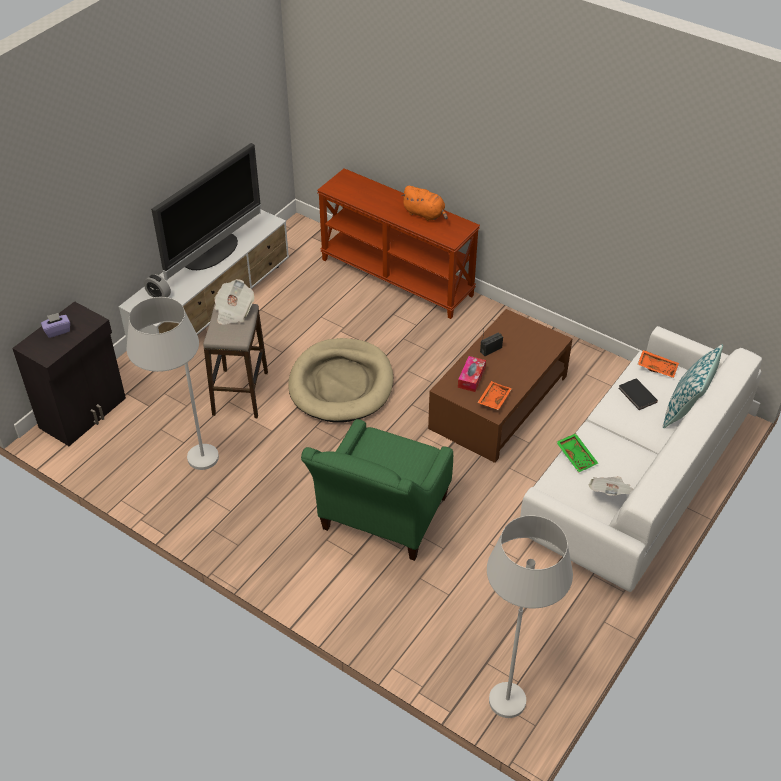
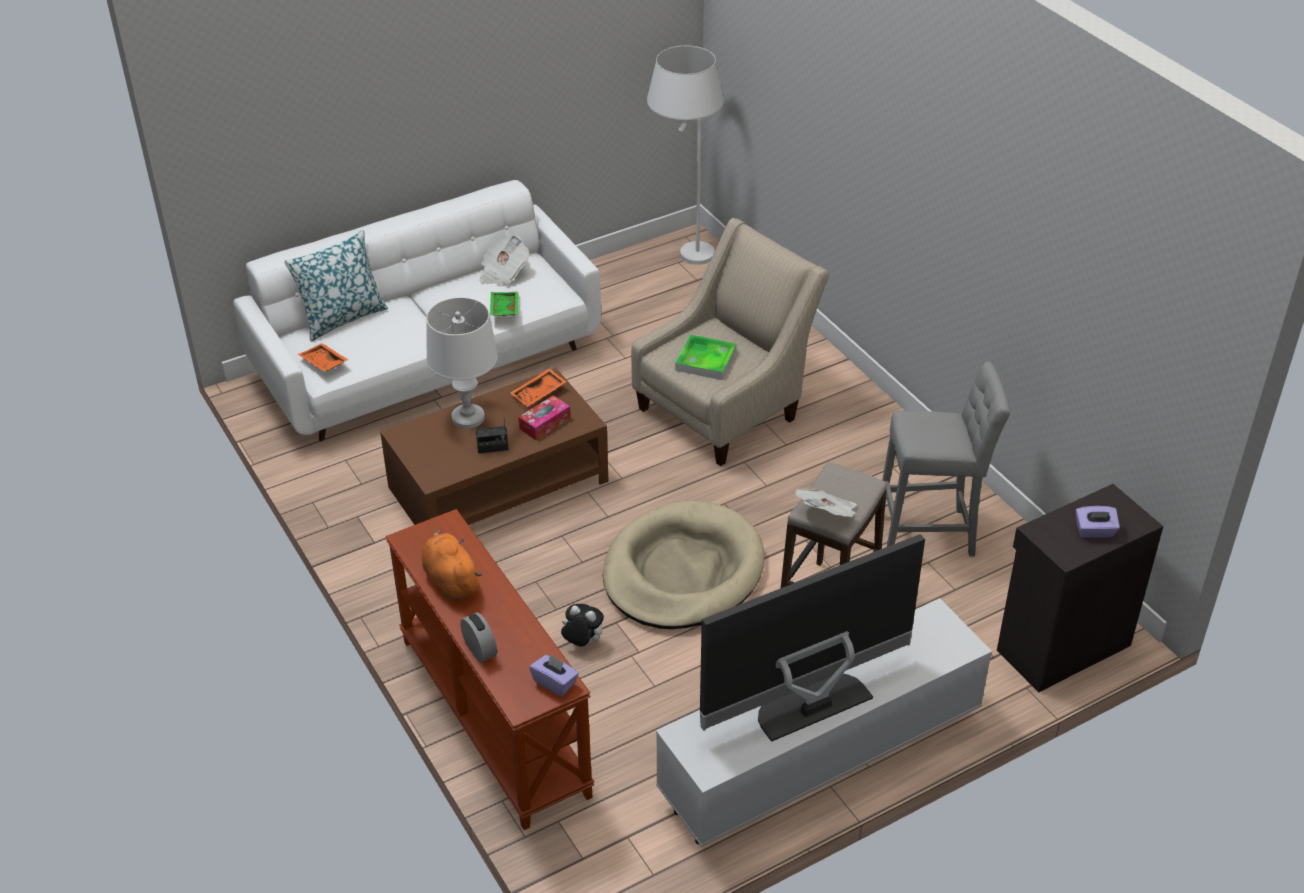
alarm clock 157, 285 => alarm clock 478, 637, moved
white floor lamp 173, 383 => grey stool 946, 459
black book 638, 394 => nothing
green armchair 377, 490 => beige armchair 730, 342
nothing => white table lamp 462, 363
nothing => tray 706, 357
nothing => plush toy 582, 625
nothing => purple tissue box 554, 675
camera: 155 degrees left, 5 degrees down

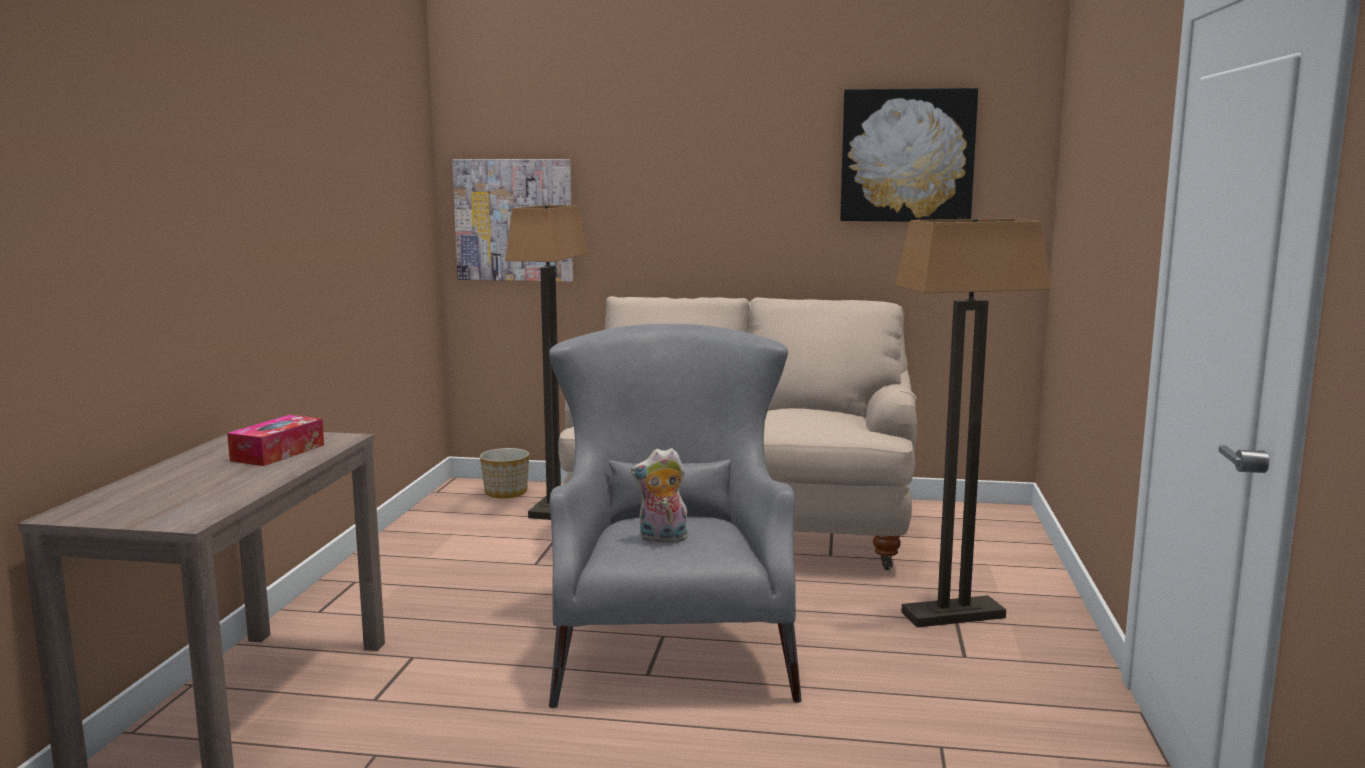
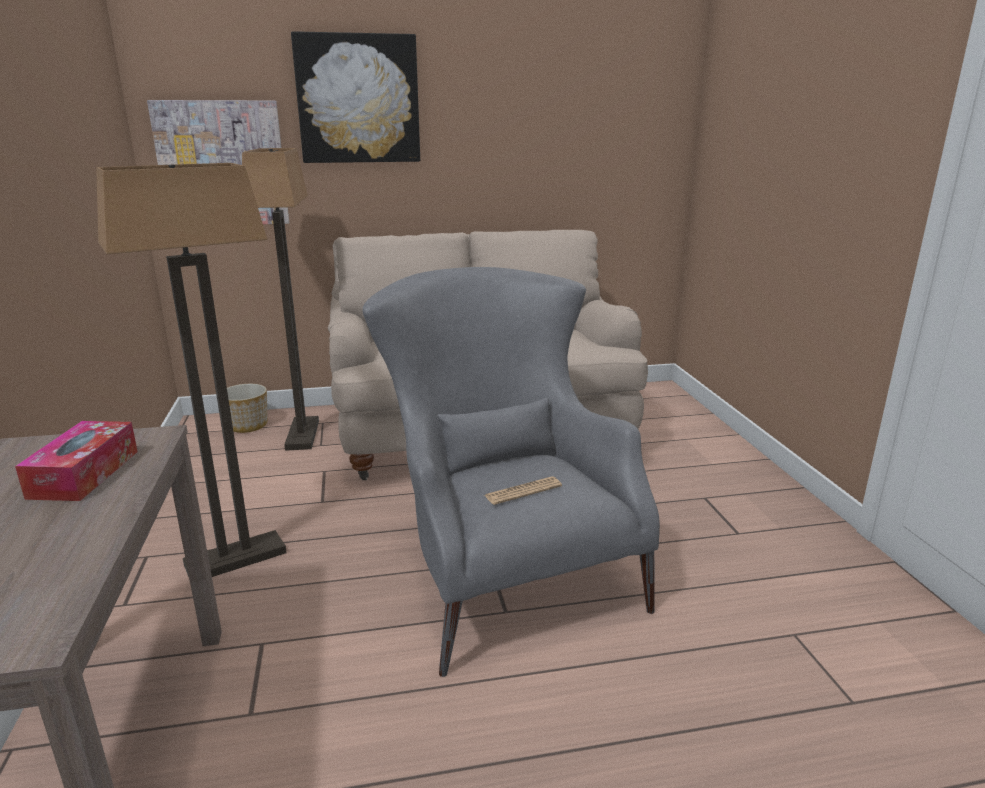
picture 909, 155 => picture 355, 97, moved
floor lamp 973, 423 => floor lamp 192, 370, moved
plush toy 660, 495 => newspaper 523, 490
camera: 20 degrees left, 10 degrees up

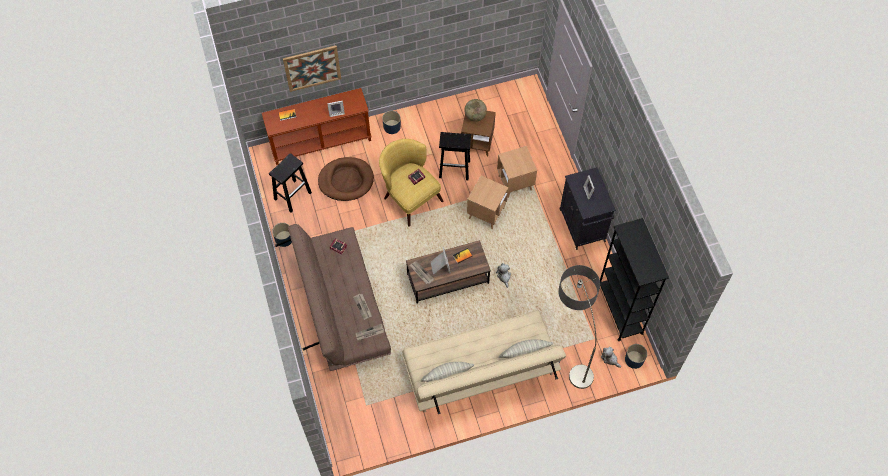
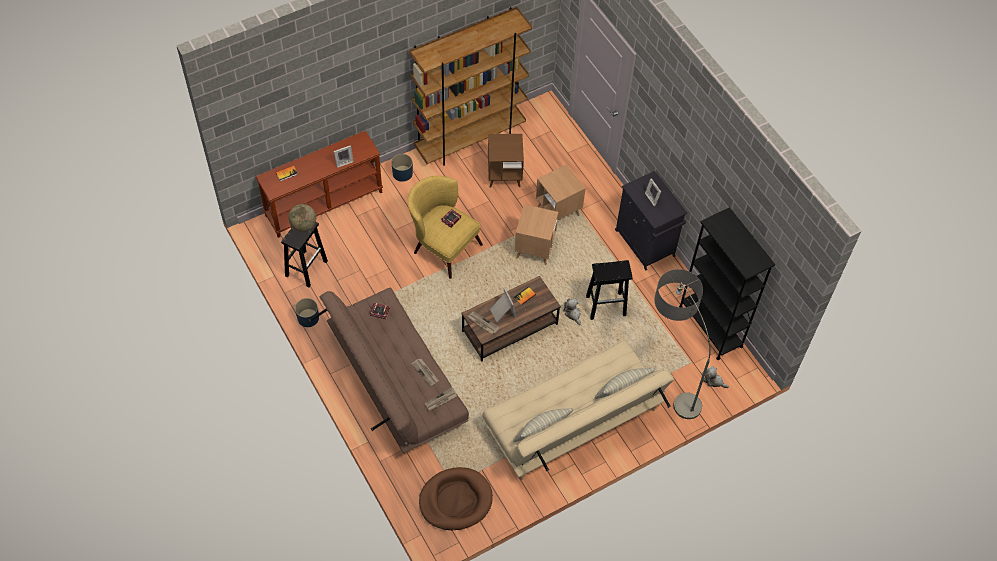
picture 312, 68 => nothing
globe 475, 110 => globe 302, 218, moved
black stool 455, 156 => black stool 609, 290, moved
brown dog bed 346, 179 => brown dog bed 456, 498, moved
blue planter 636, 356 => nothing
nothing => brown bookcase 470, 86
camera: 15 degrees left, 5 degrees down

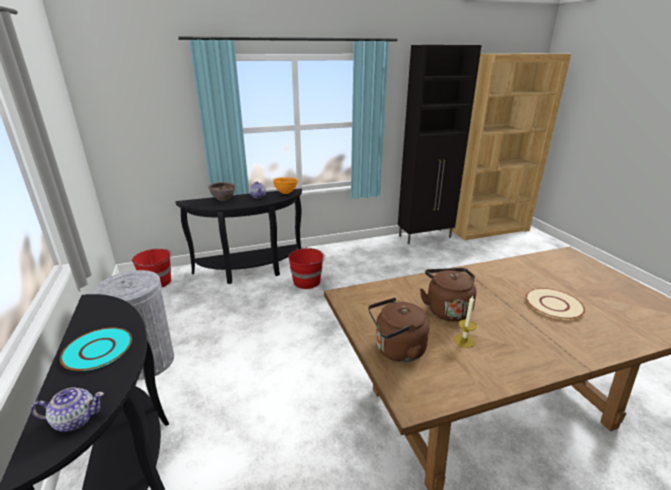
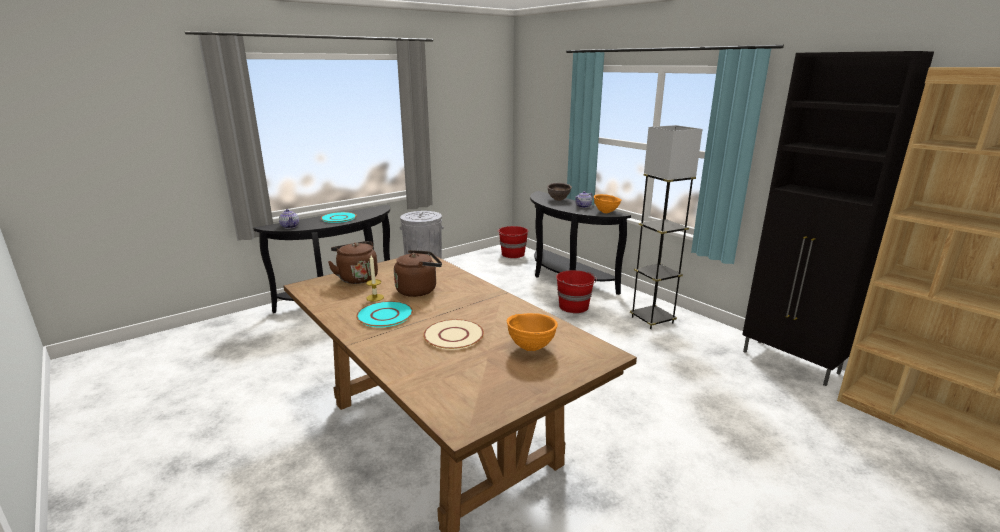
nothing => grey floor lamp 666, 227
nothing => turquoise plate 384, 314
nothing => orange bowl 532, 332
camera: 70 degrees right, 5 degrees down

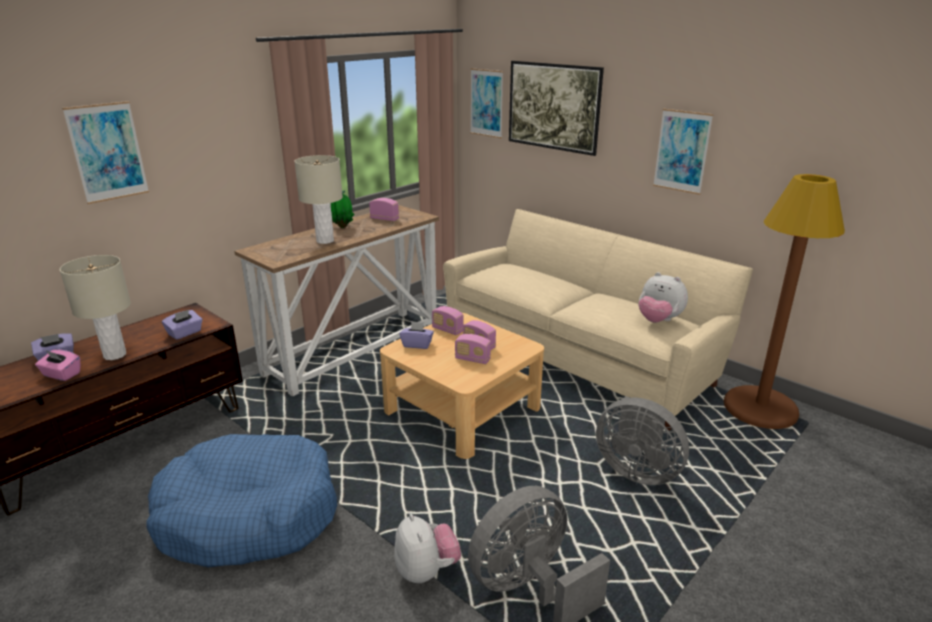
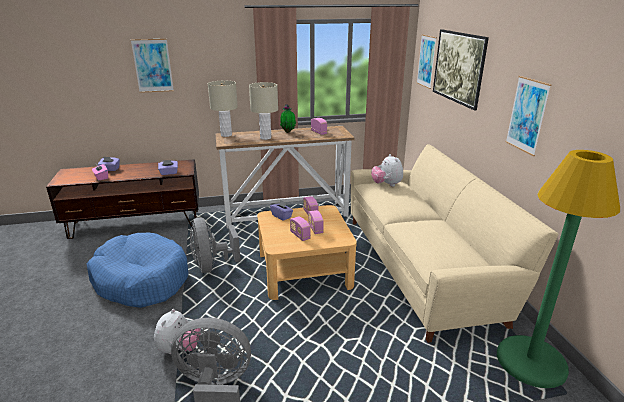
brown floor lamp 784, 301 => green floor lamp 558, 269
beige table lamp 95, 307 => beige table lamp 223, 109, moved
plush toy 663, 297 => plush toy 387, 170, moved
grey fan 642, 440 => grey fan 215, 245, moved
camera: 35 degrees right, 0 degrees up

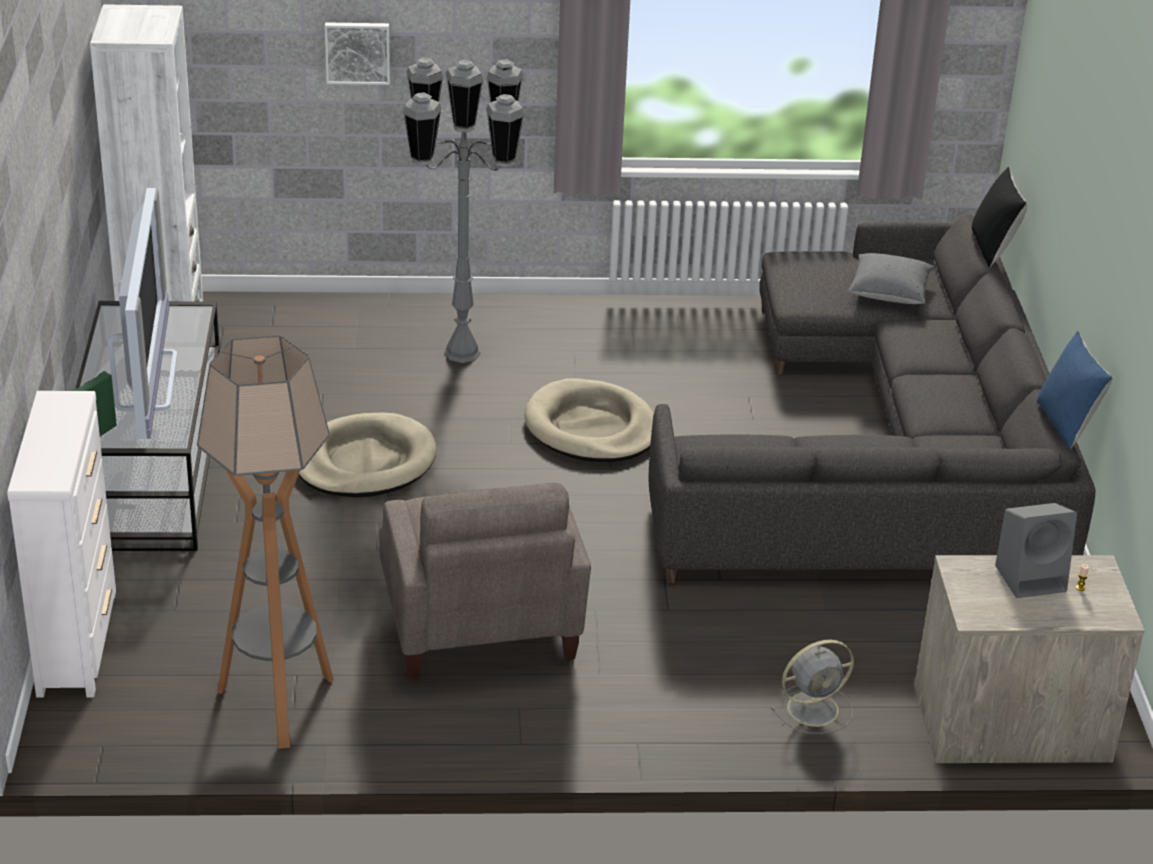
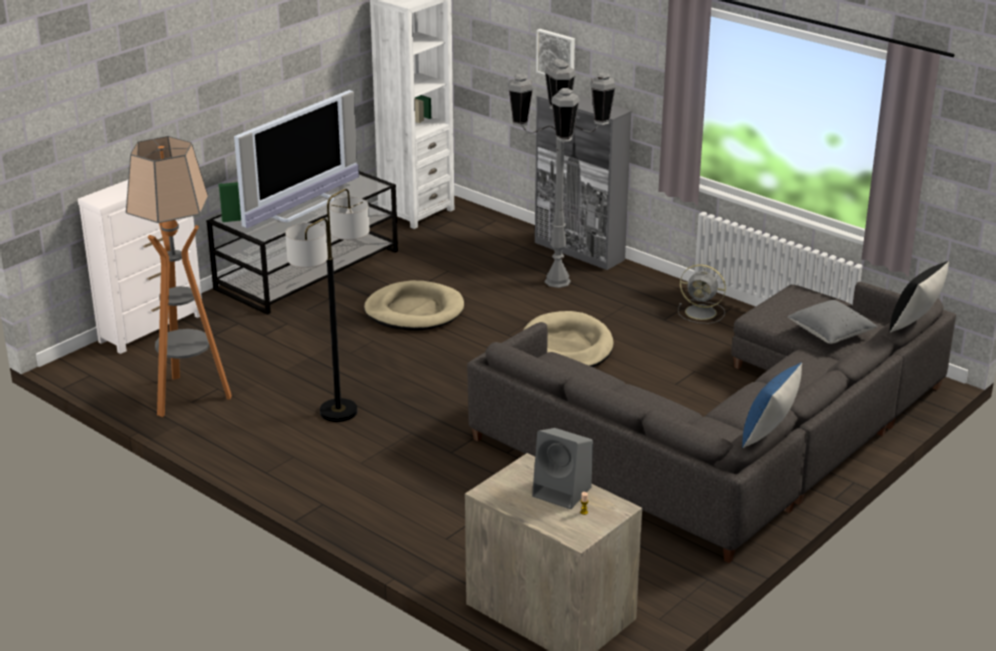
beige armchair 485, 581 => floor lamp 327, 305
grey fan 812, 687 => grey fan 702, 294, moved
nothing => grey cabinet 583, 180
camera: 45 degrees right, 5 degrees down

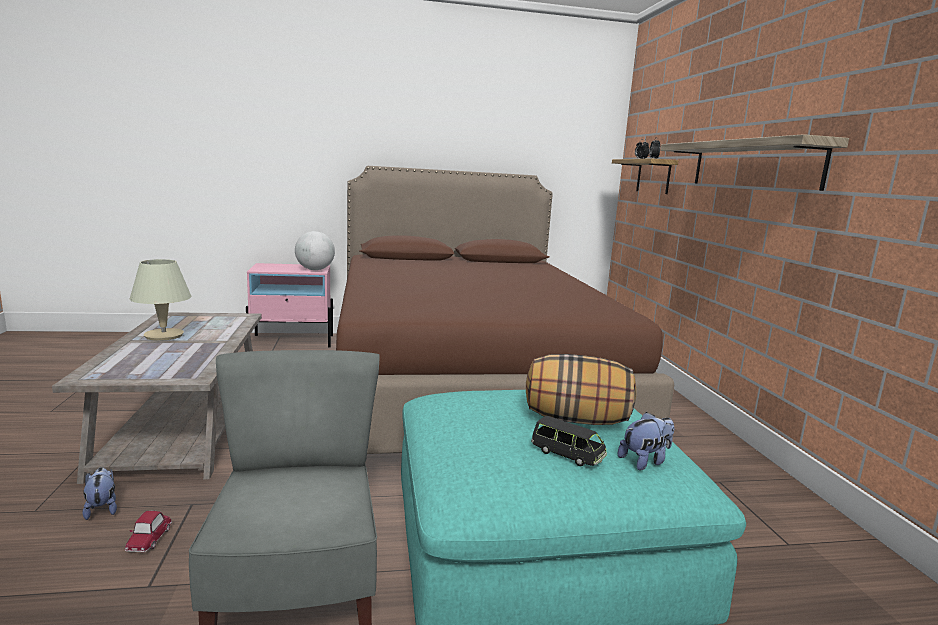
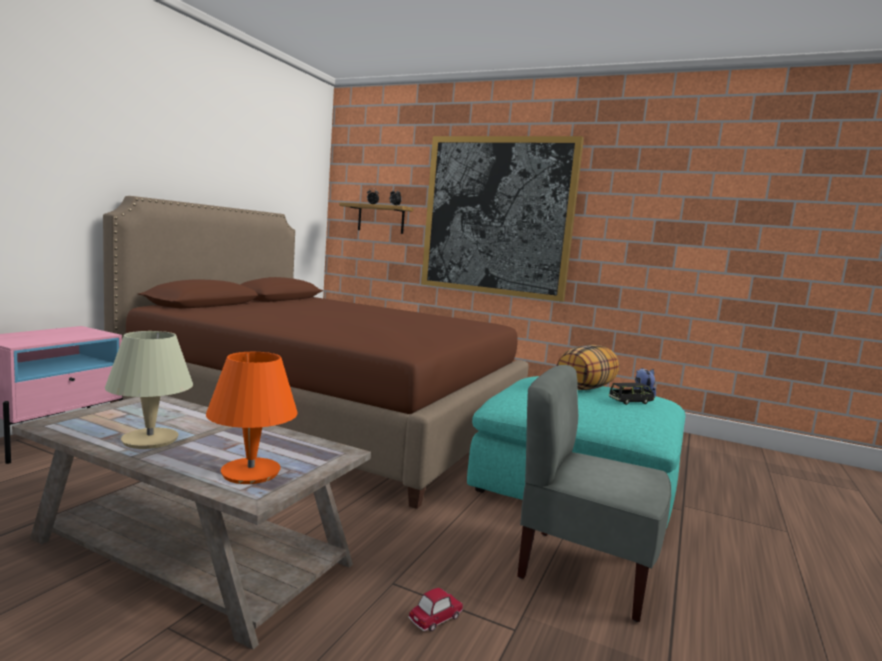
shelf 755, 162 => picture 502, 219
globe 315, 250 => nothing
plush toy 99, 493 => nothing
toy car 148, 531 => toy car 435, 610, 75 degrees counterclockwise
nothing => orange table lamp 252, 418
camera: 55 degrees left, 5 degrees down

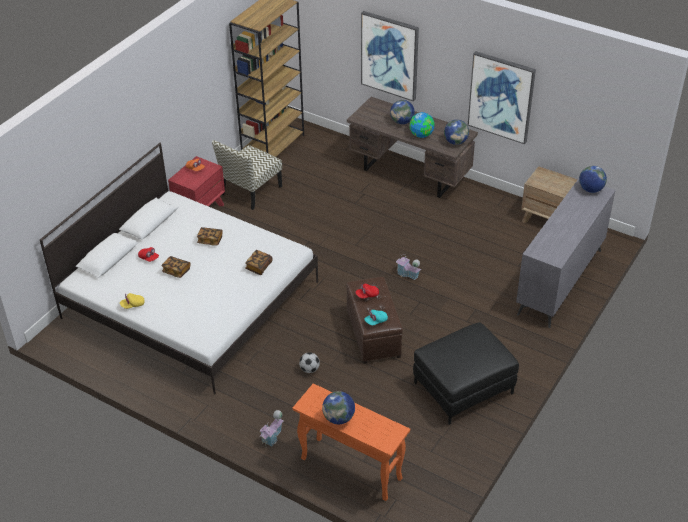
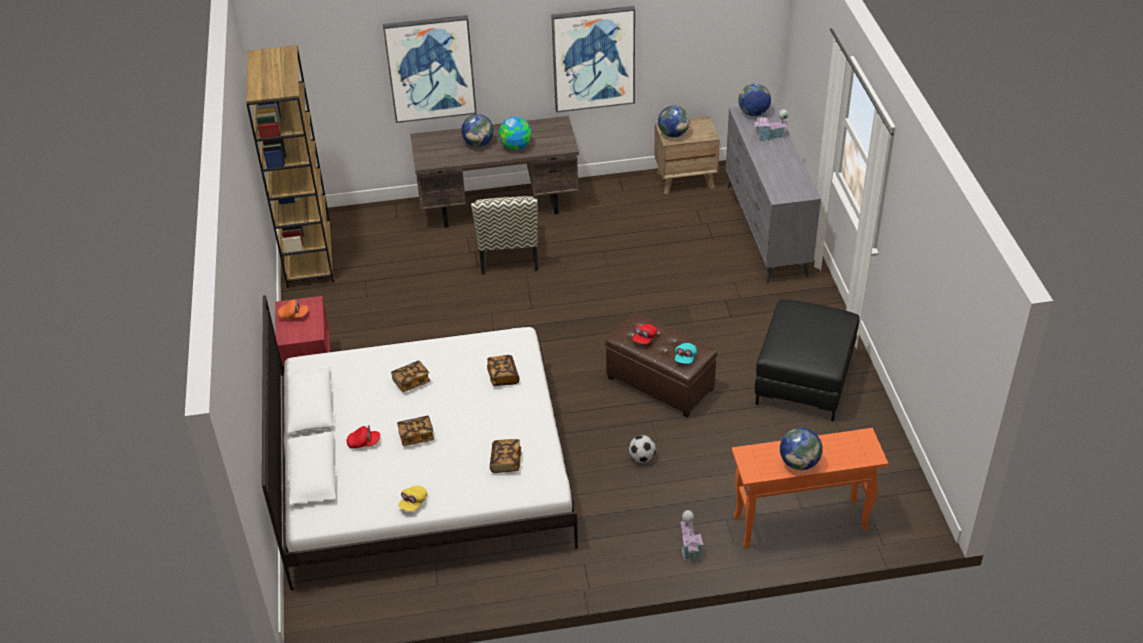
globe 456, 132 => globe 674, 121, moved
chair 247, 175 => chair 504, 235, moved
toy house 408, 266 => toy house 770, 125, moved
nothing => book 505, 456
camera: 40 degrees left, 0 degrees up

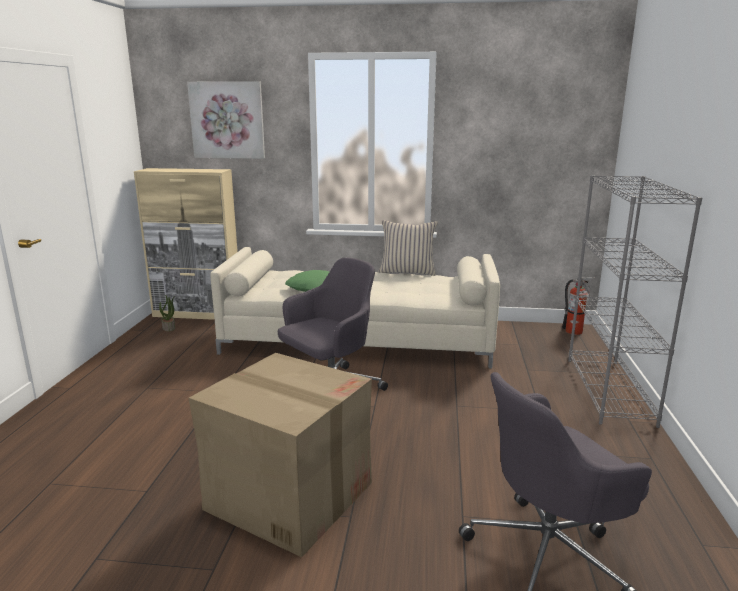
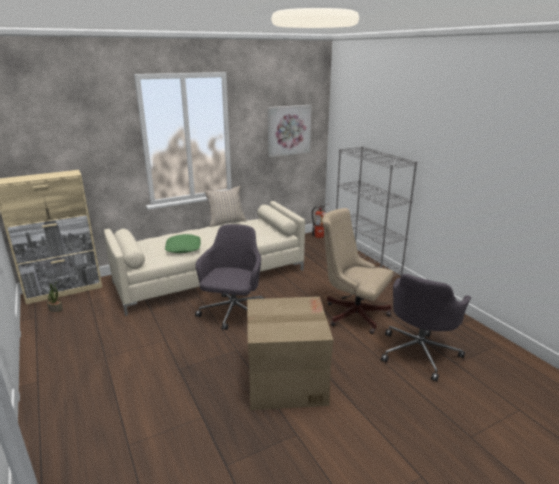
picture 226, 120 => picture 289, 131, moved
nothing => beige office chair 357, 271
camera: 35 degrees left, 5 degrees up

